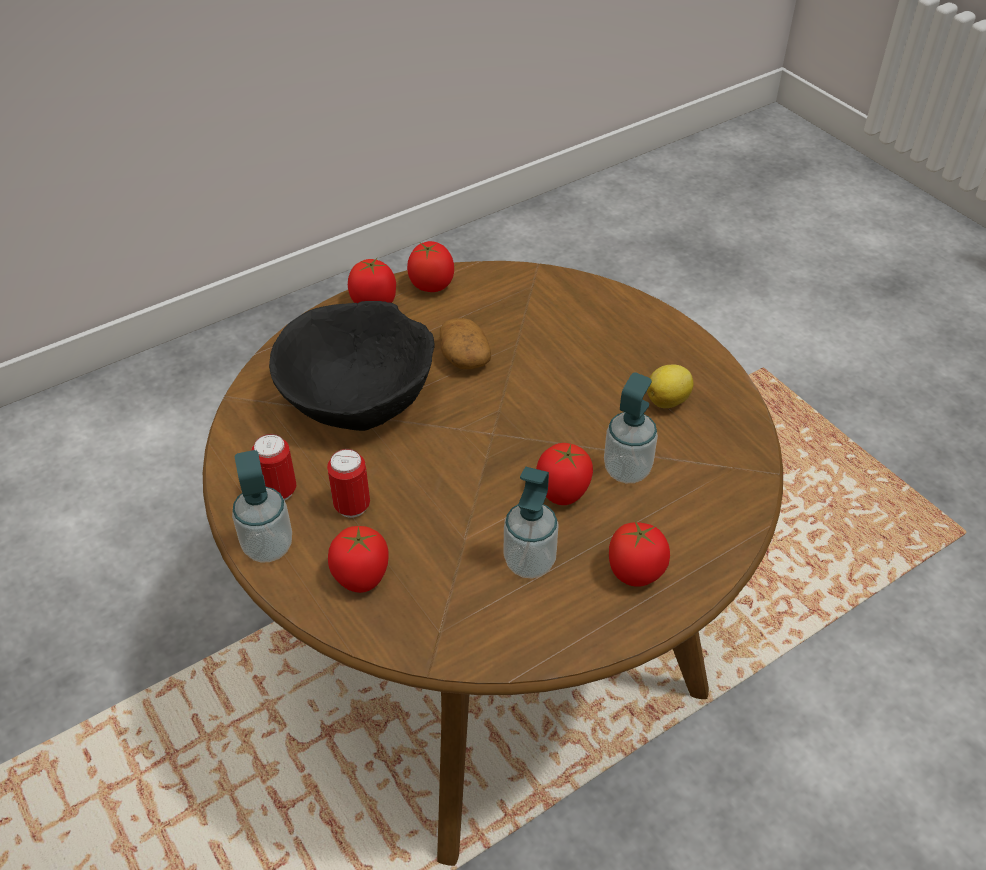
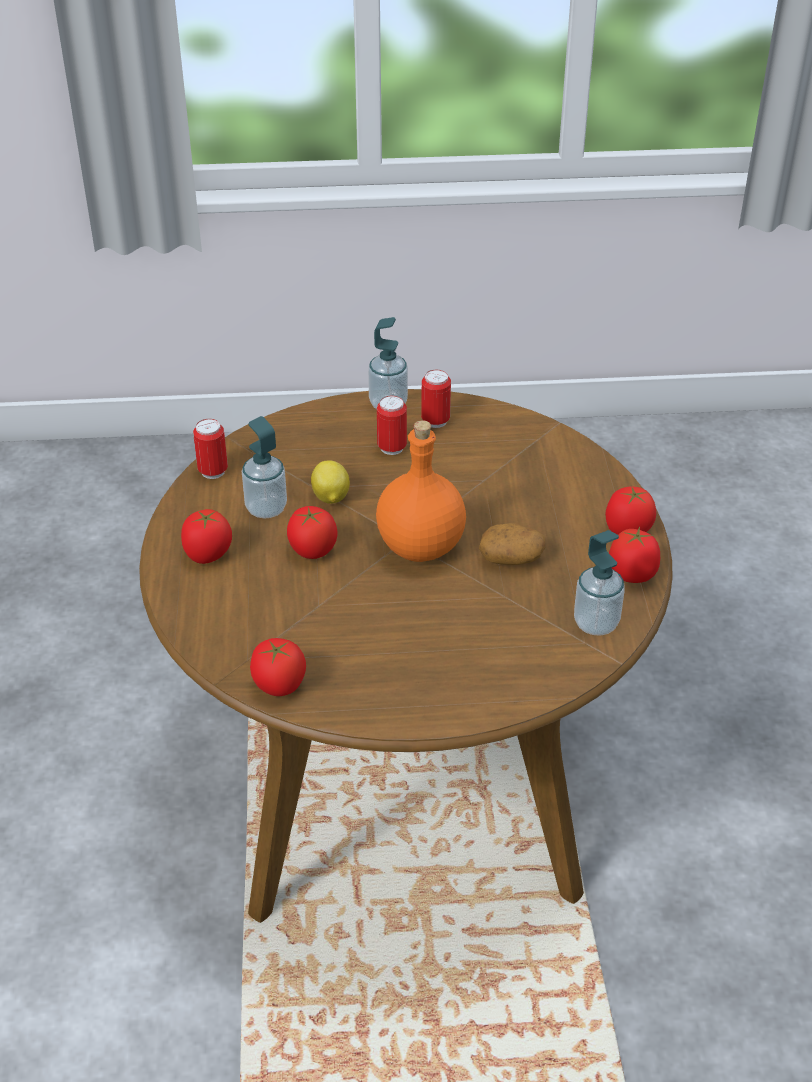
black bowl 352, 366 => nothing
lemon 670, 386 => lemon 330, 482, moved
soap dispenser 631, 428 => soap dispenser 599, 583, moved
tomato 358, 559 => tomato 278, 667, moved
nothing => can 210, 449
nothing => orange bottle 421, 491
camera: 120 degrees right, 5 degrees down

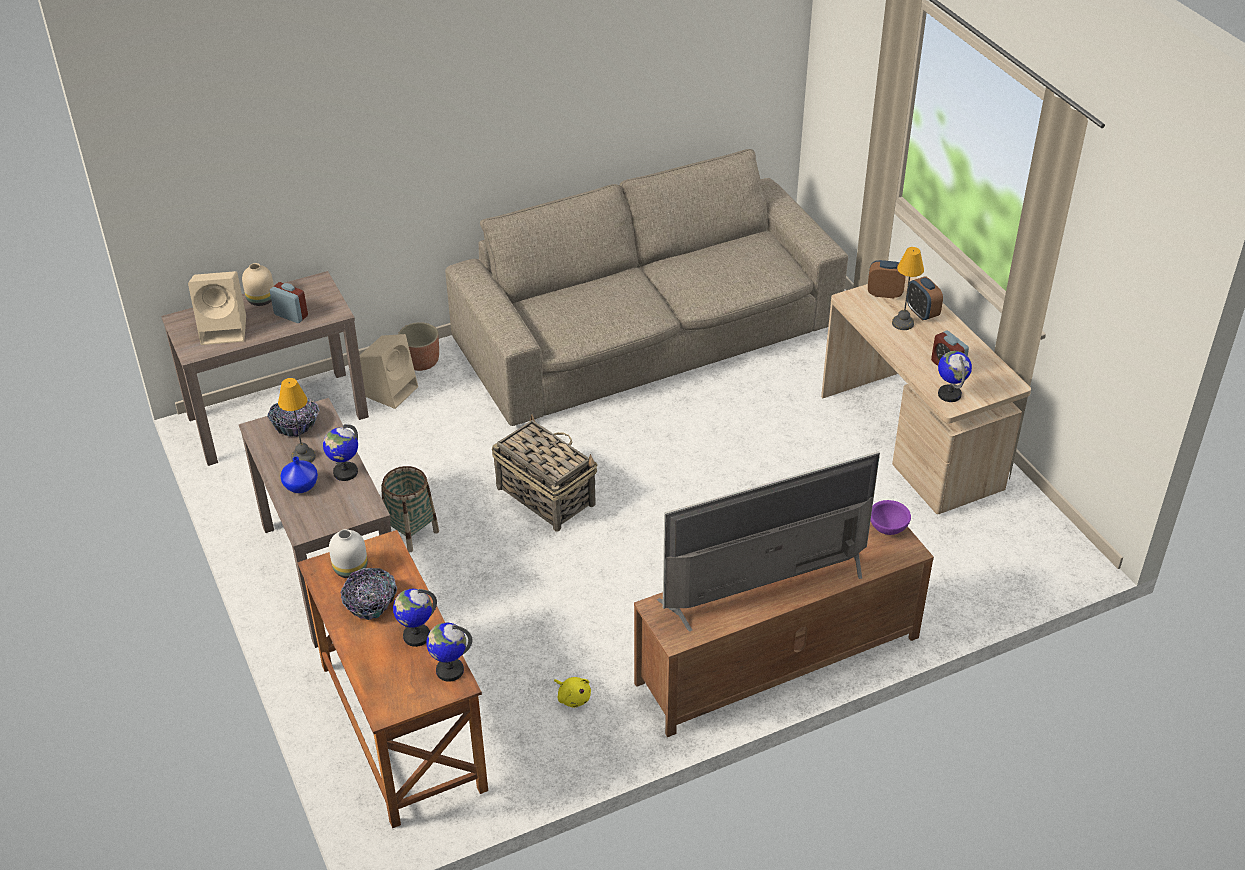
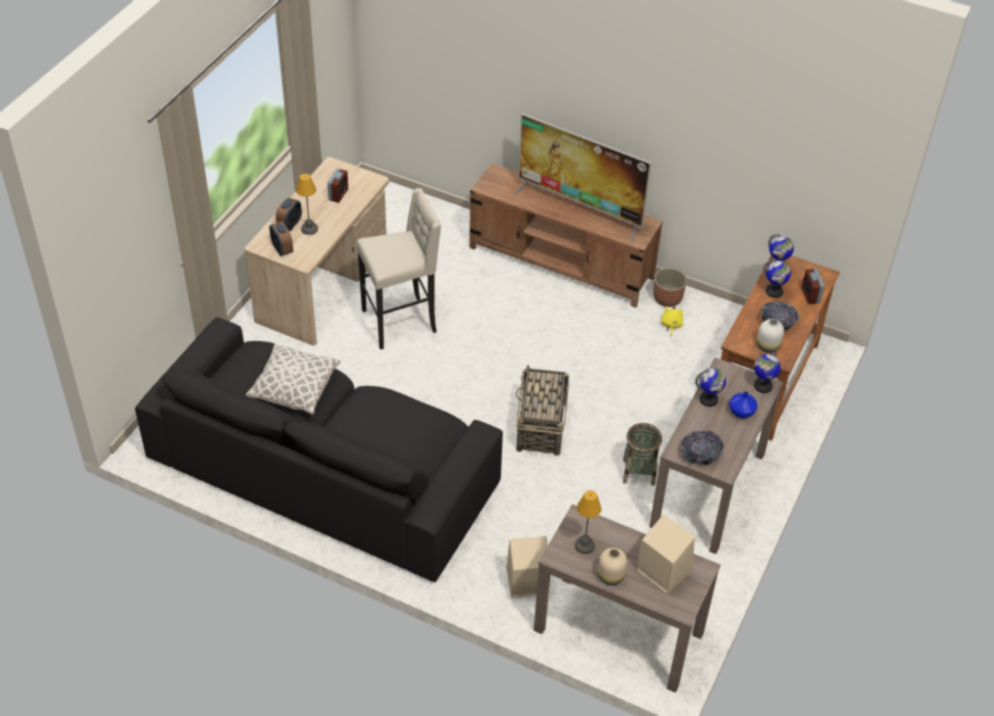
beige sofa 646, 287 => black sofa 319, 449
alarm clock 289, 302 => alarm clock 813, 286, moved
planter 418, 346 => planter 670, 287, moved
globe 955, 376 => globe 767, 372, moved
table lamp 297, 420 => table lamp 588, 522, moved
purple bowl 891, 517 => nothing
nothing => beige stool 399, 269
nothing => pillow 293, 379
camera: 130 degrees left, 5 degrees up

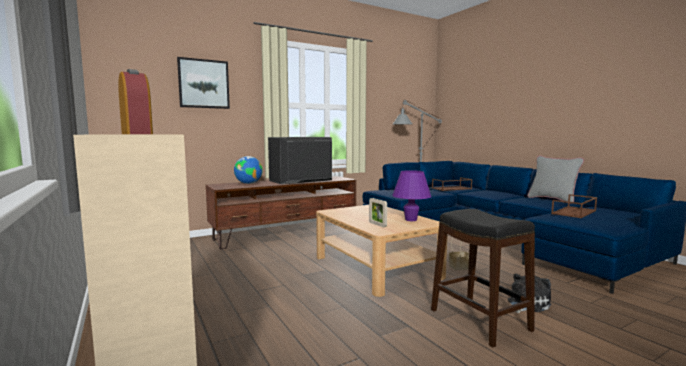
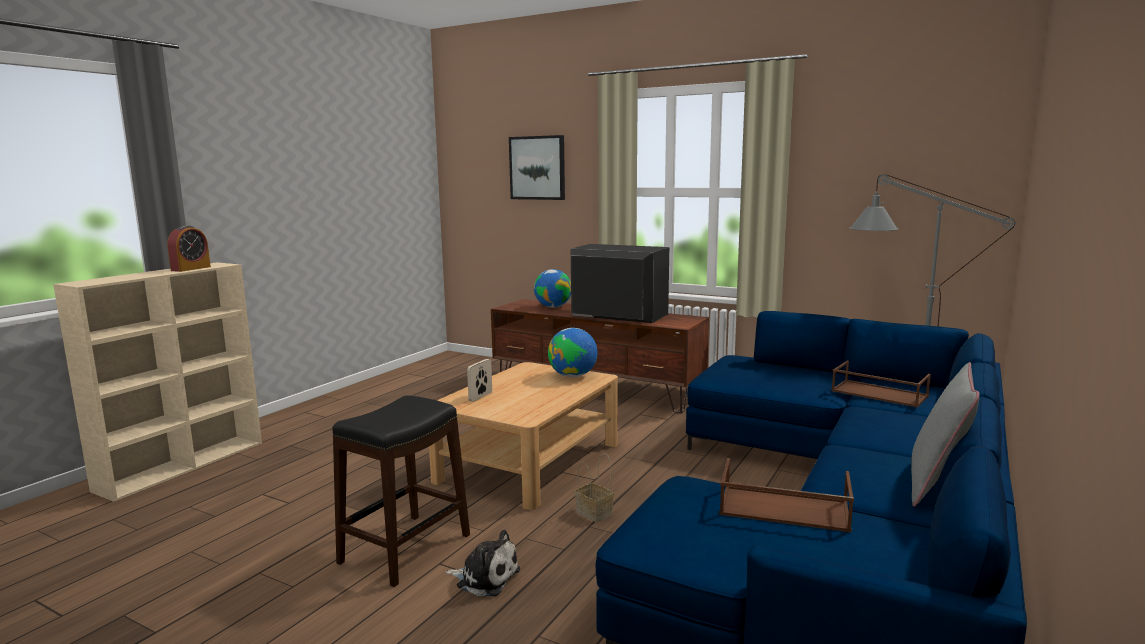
purple table lamp 411, 195 => nothing
nothing => globe 573, 352
camera: 60 degrees right, 5 degrees up

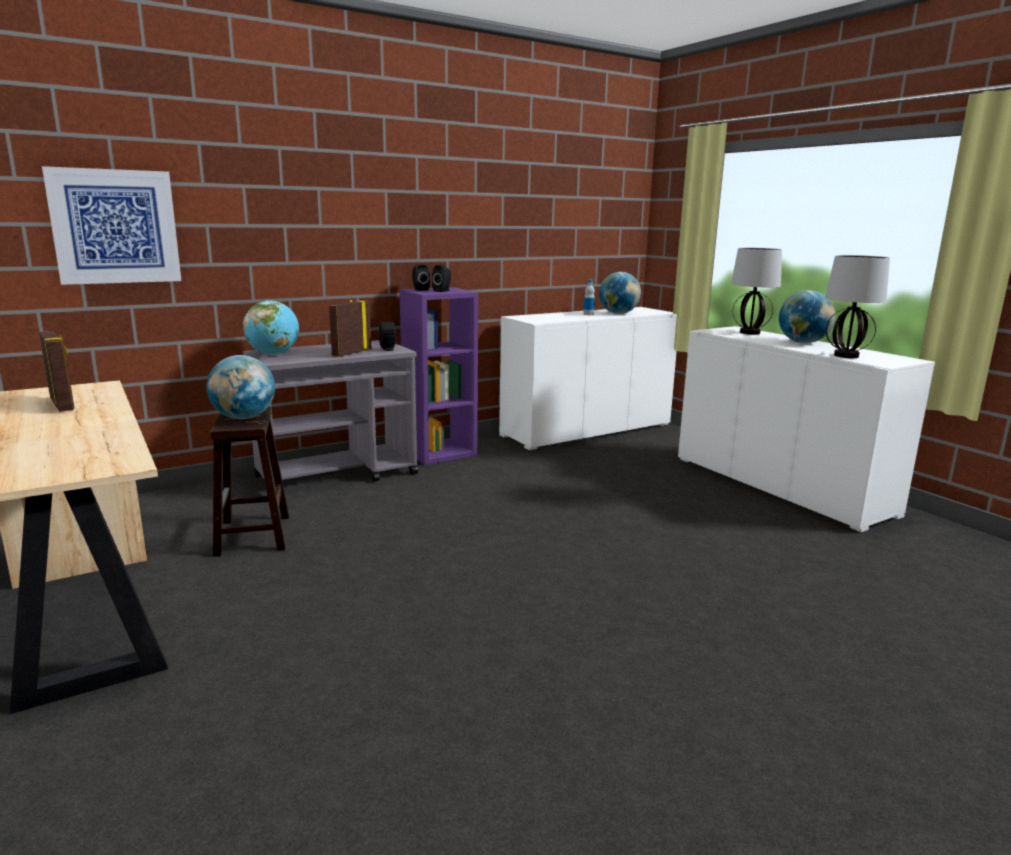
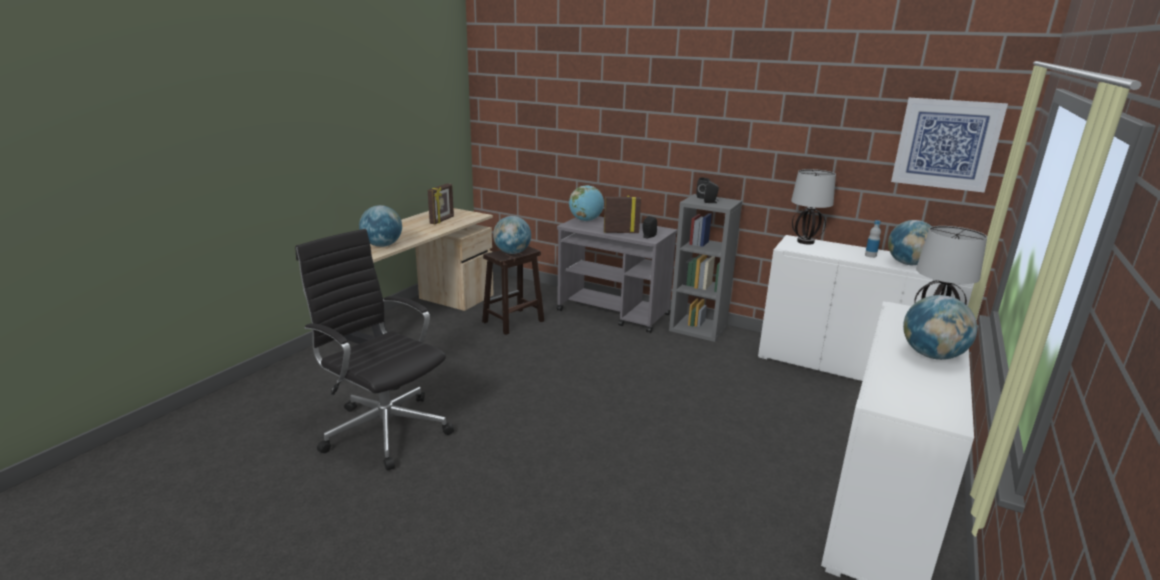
picture 111, 225 => picture 949, 145, moved
table lamp 857, 306 => table lamp 813, 207, moved
purple bookcase 438, 376 => grey bookcase 705, 268
nothing => globe 380, 226
nothing => black office chair 374, 349
camera: 60 degrees right, 5 degrees up

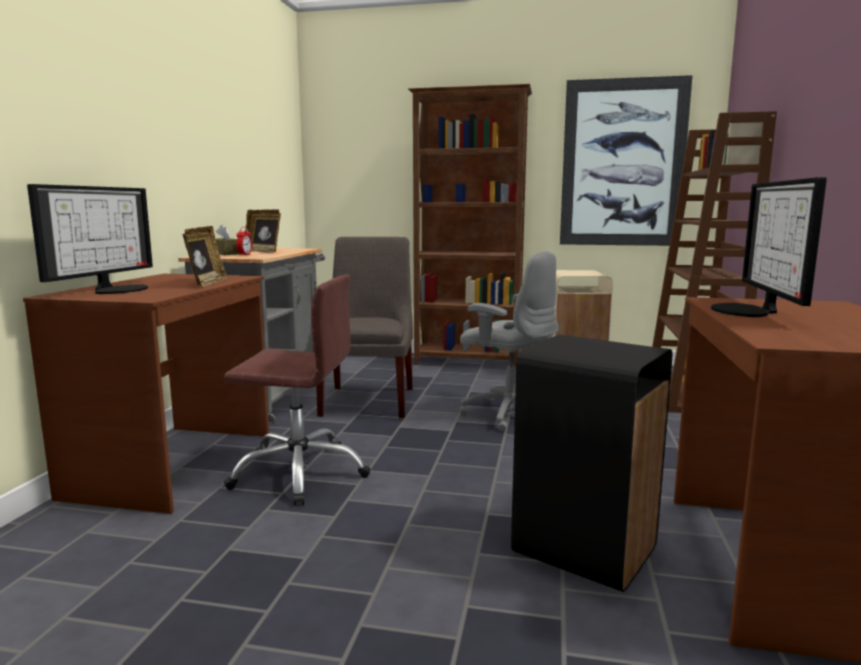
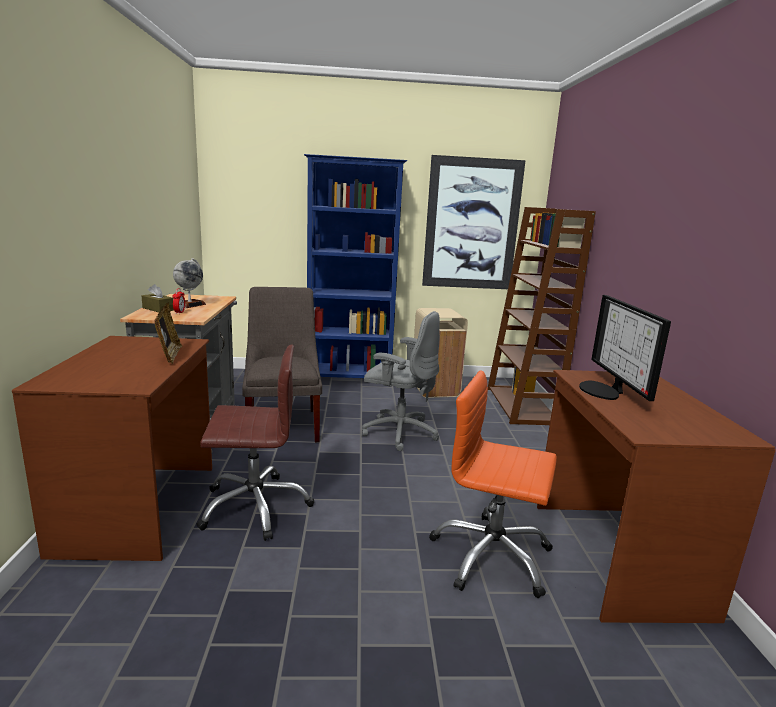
brown bookcase 470, 225 => blue bookcase 355, 266
monitor 90, 239 => nothing
picture frame 263, 231 => globe 189, 283
black trash can 591, 463 => orange office chair 493, 484
camera: 15 degrees left, 5 degrees up

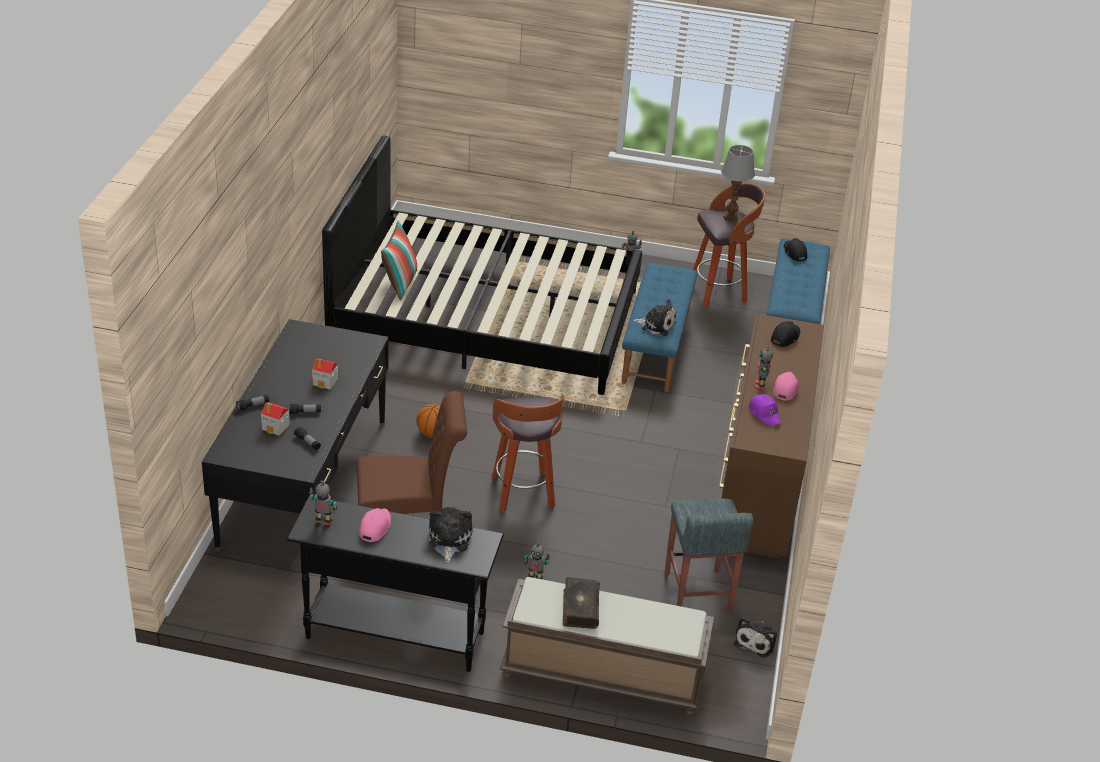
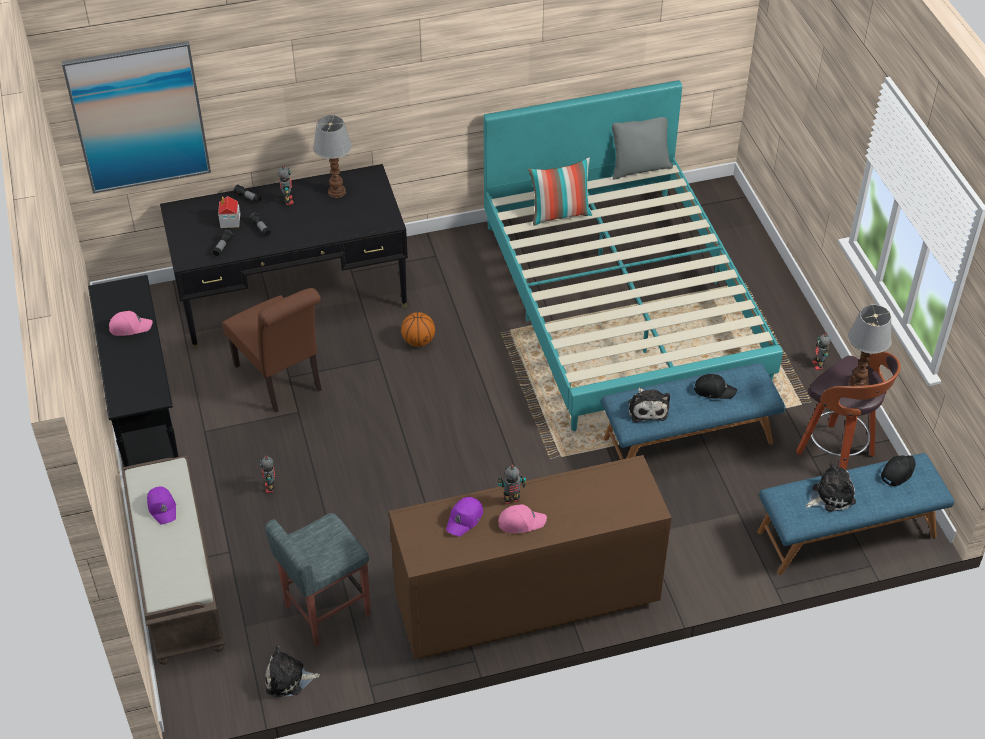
black bed 482, 265 => turquoise bed 633, 255
black cap 785, 334 => black cap 715, 386, moved
toy house 325, 374 => nothing
stool 528, 453 => nothing
toy robot 323, 503 => toy robot 285, 185, moved
plush toy 450, 534 => plush toy 831, 487, moved
book 581, 603 => purple cap 161, 505
nothing => picture 136, 117
nothing => table lamp 332, 156
nothing => grey pillow 642, 148
camera: 65 degrees right, 10 degrees up

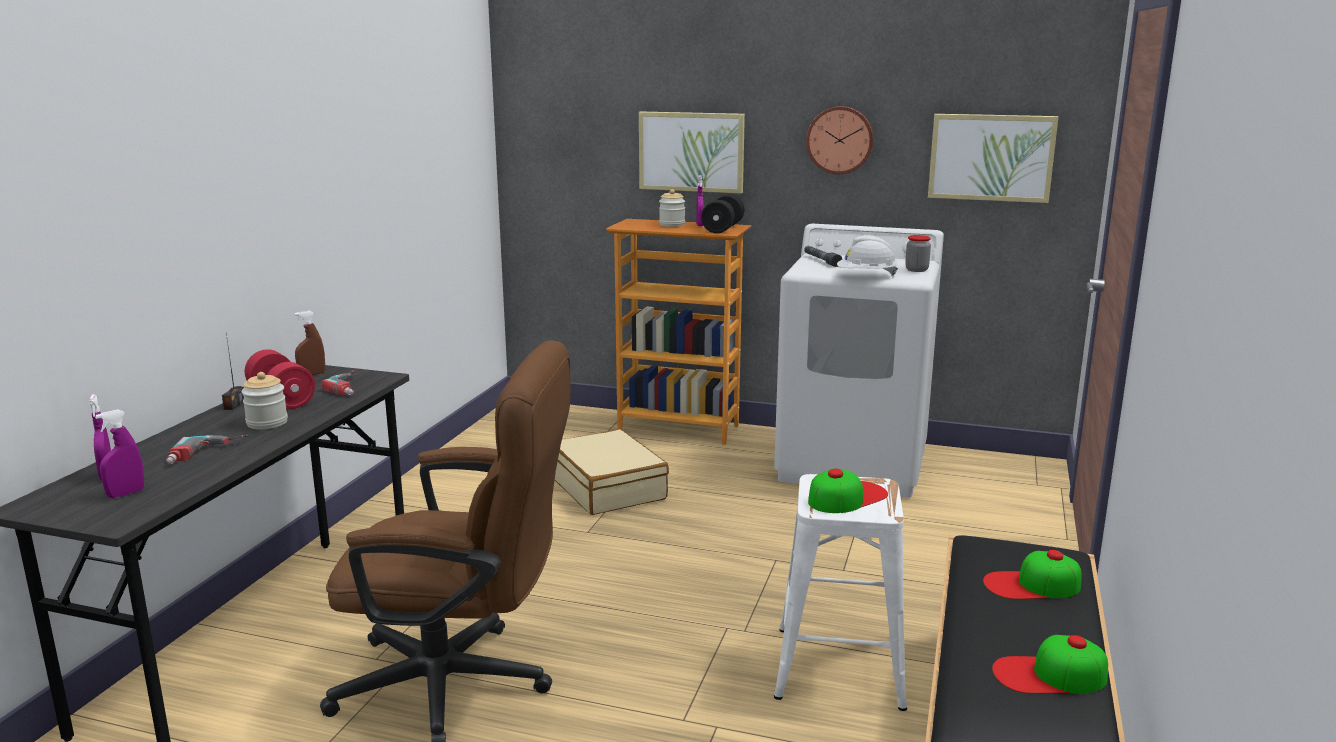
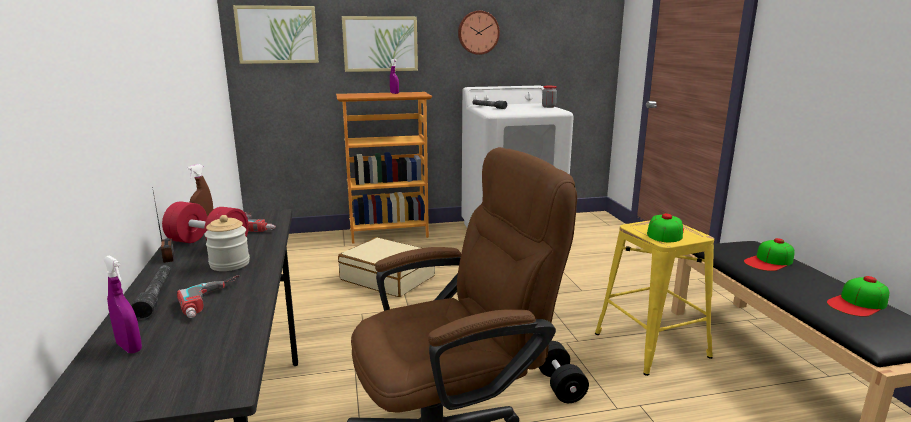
picture 993, 158 => picture 276, 34, moved
jar 672, 208 => nothing
black dumbbell 722, 213 => black dumbbell 563, 372, moved
white hard hat 867, 255 => nothing
purple spray bottle 119, 453 => nothing
white stool 840, 592 => yellow stool 654, 298
nothing => grey flashlight 151, 292
camera: 30 degrees left, 0 degrees up

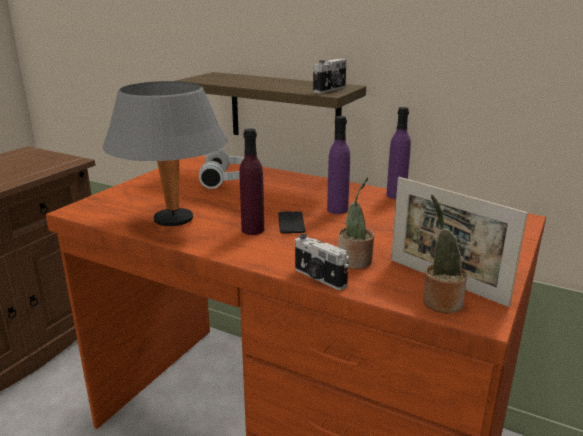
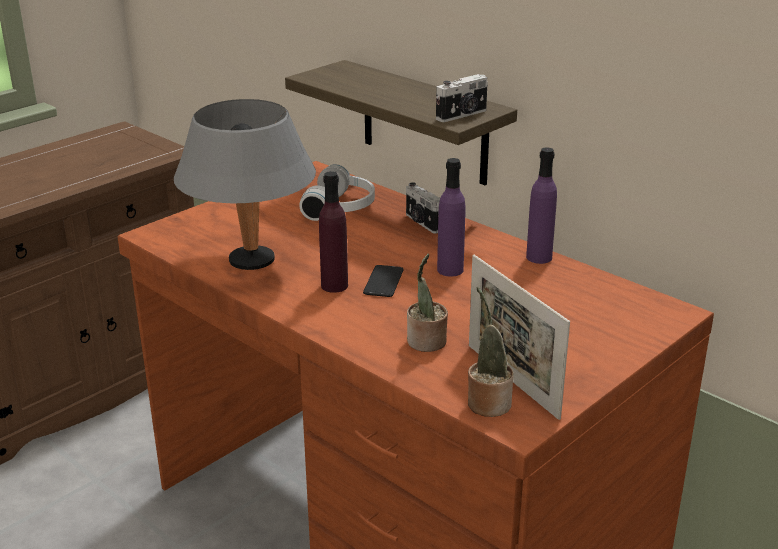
photo camera 322, 262 => photo camera 423, 208, moved
camera: 15 degrees right, 5 degrees up

